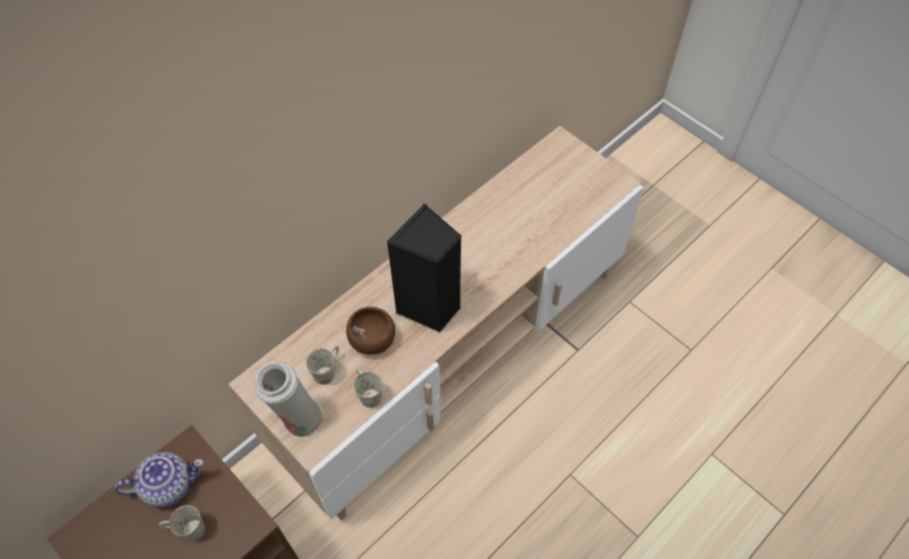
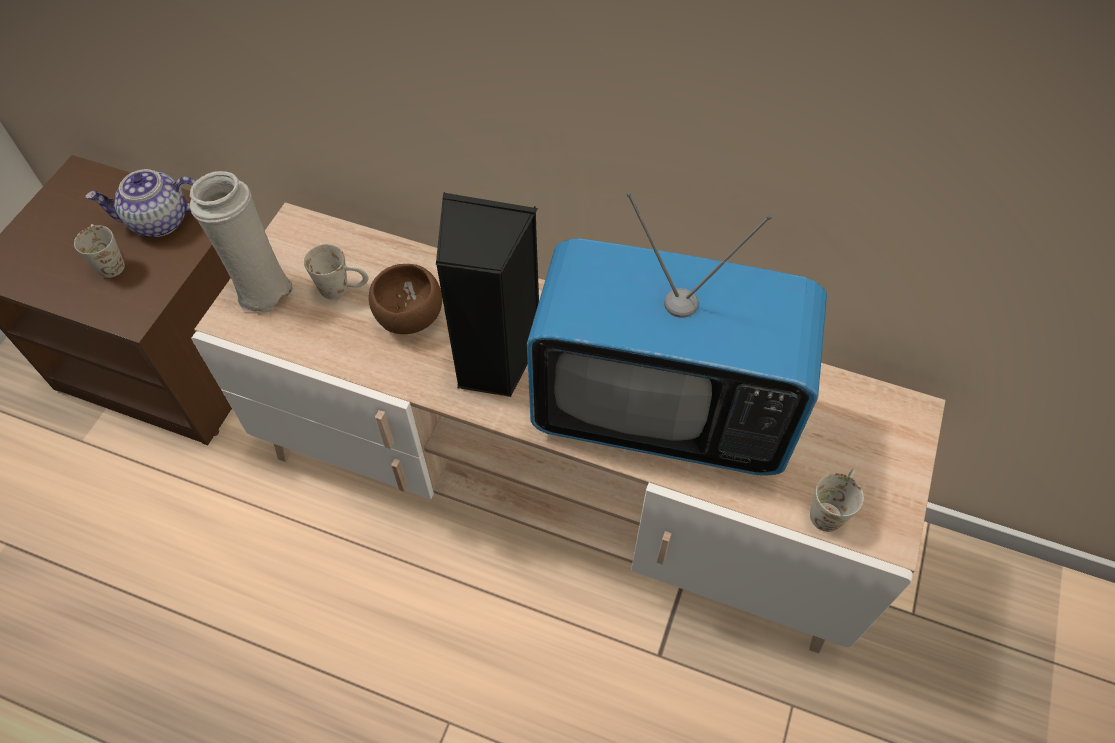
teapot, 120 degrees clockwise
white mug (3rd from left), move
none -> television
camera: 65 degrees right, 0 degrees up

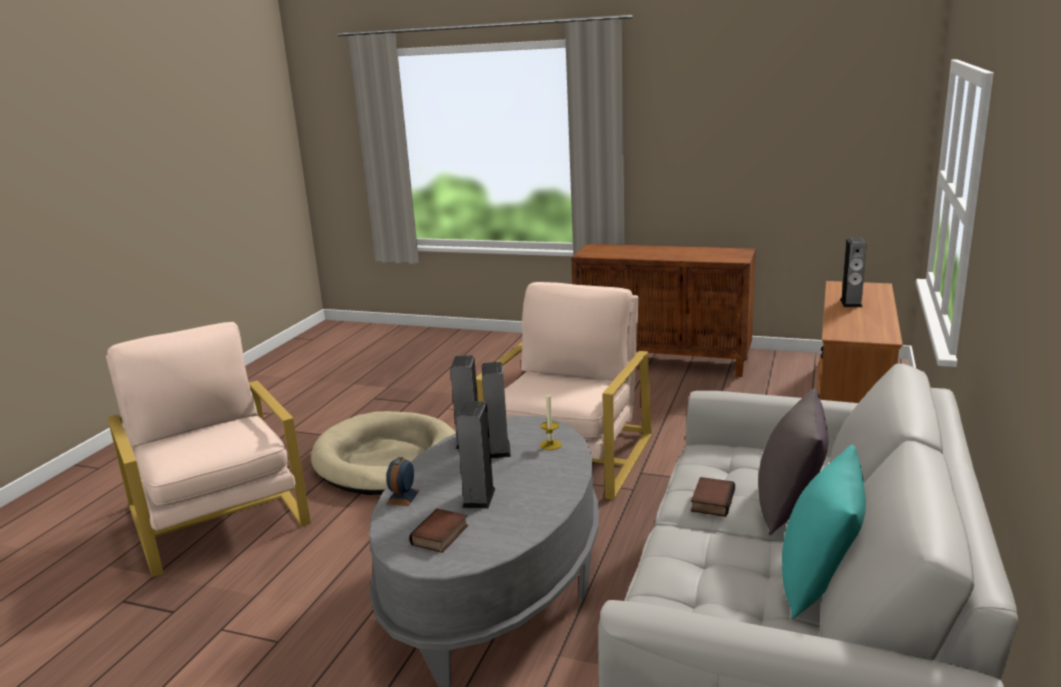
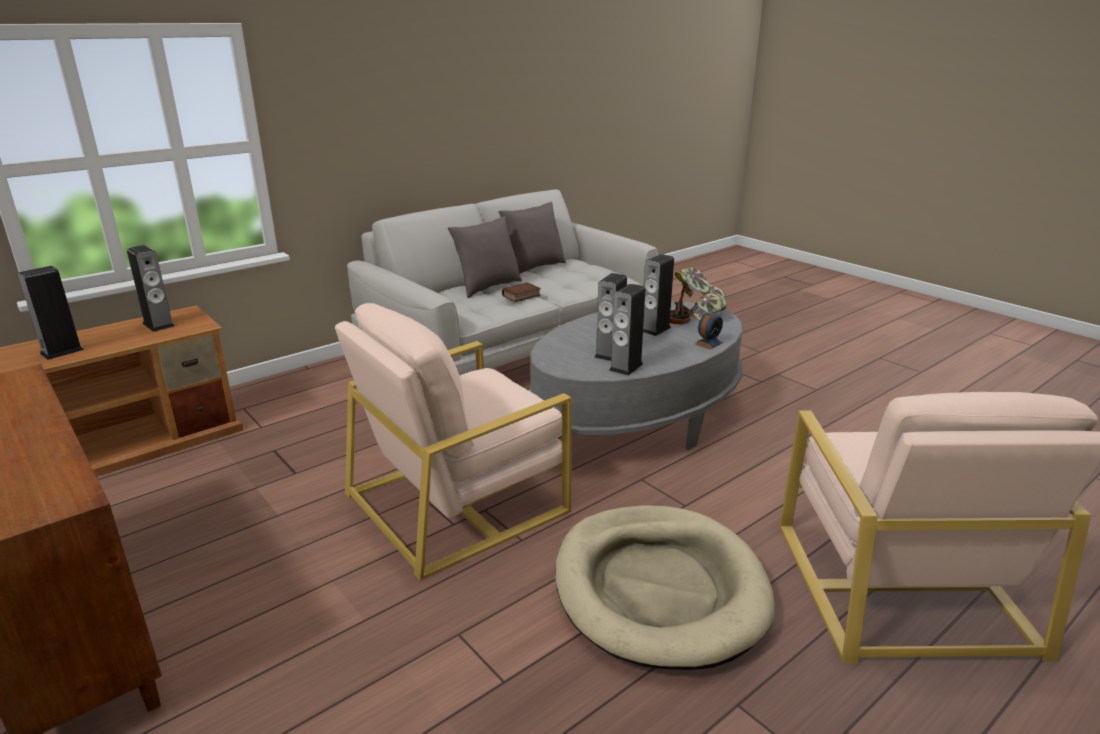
book (1st from left) -> potted plant
candle -> none
turquoise pillow -> grey pillow (2nd from left)
none -> speaker (2nd from left)
camera: 150 degrees left, 5 degrees up

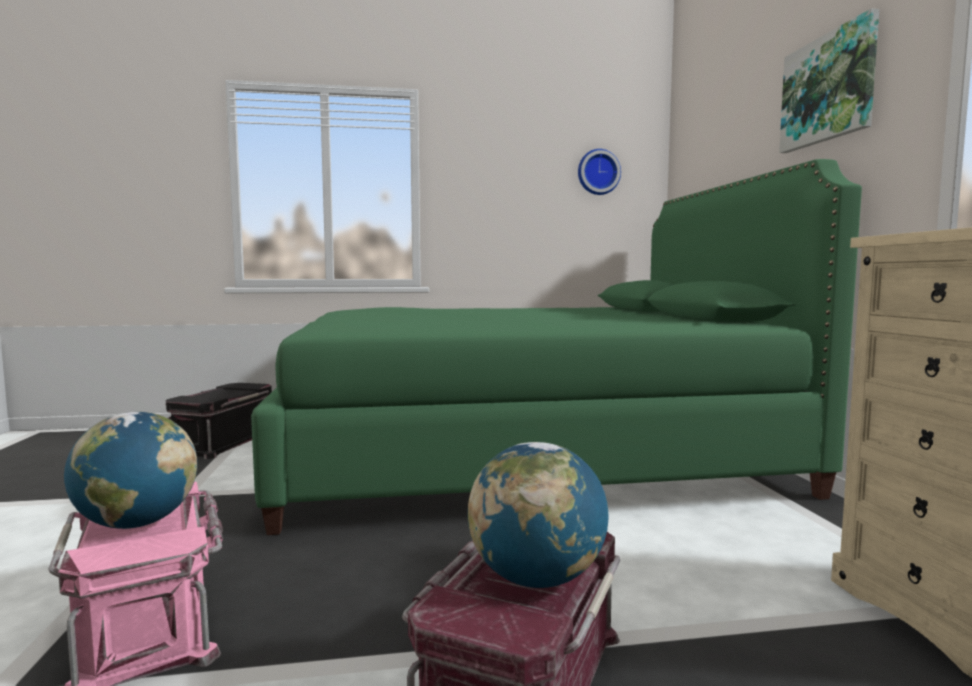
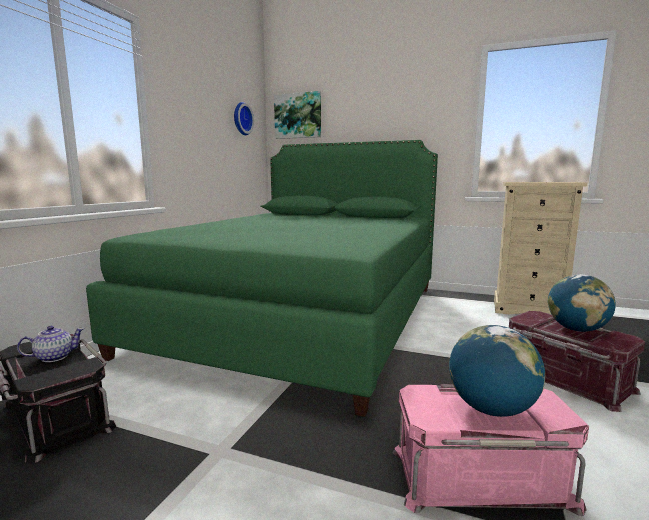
picture, move
none -> teapot
camera: 60 degrees left, 5 degrees up

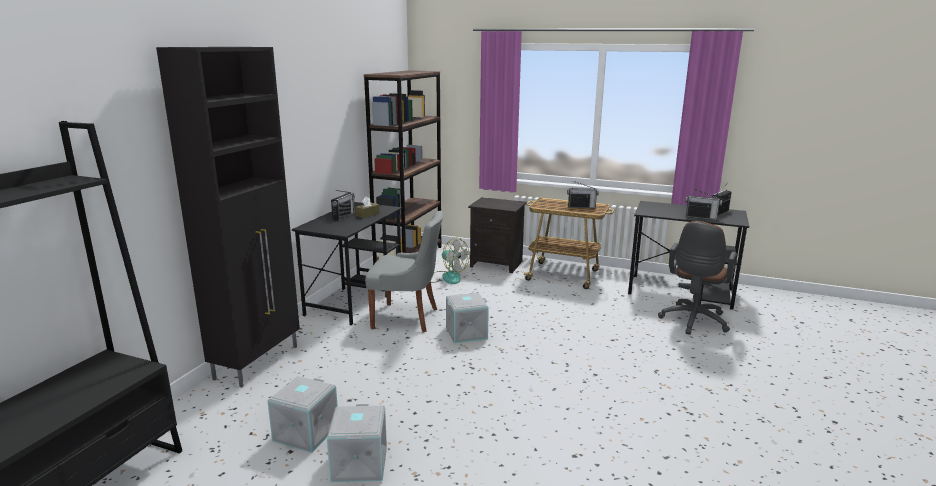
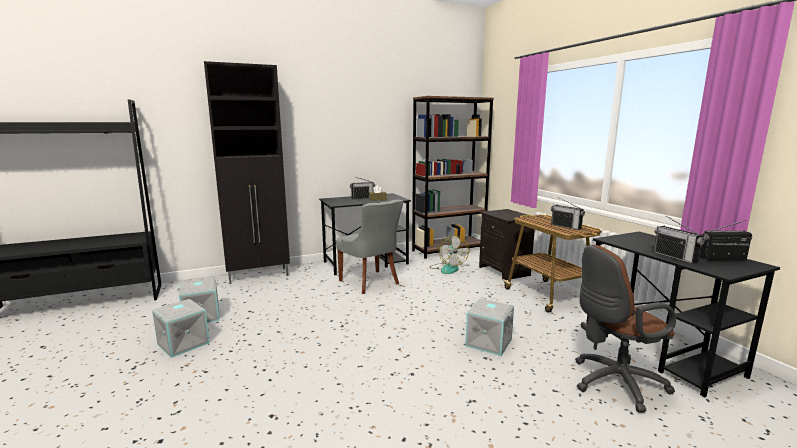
grey storage box (3rd from left), move
camera: 45 degrees right, 5 degrees down

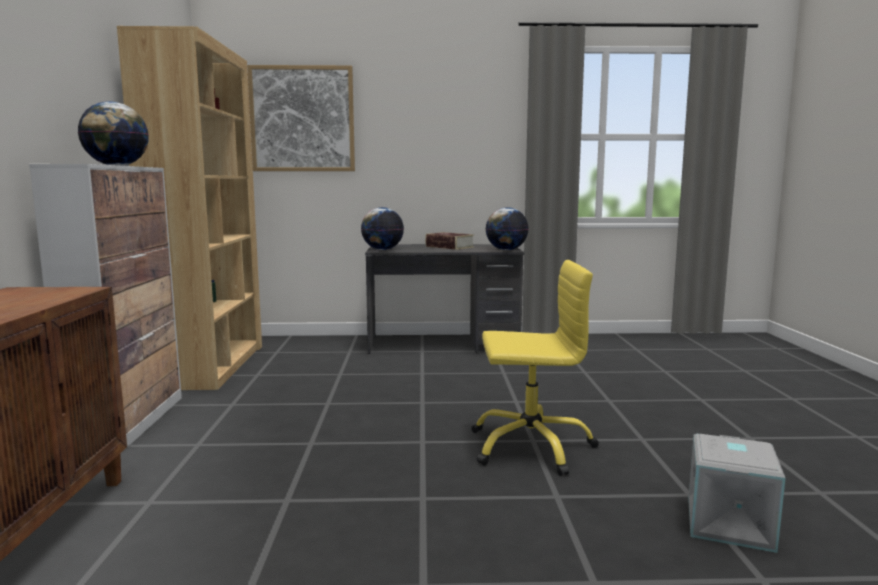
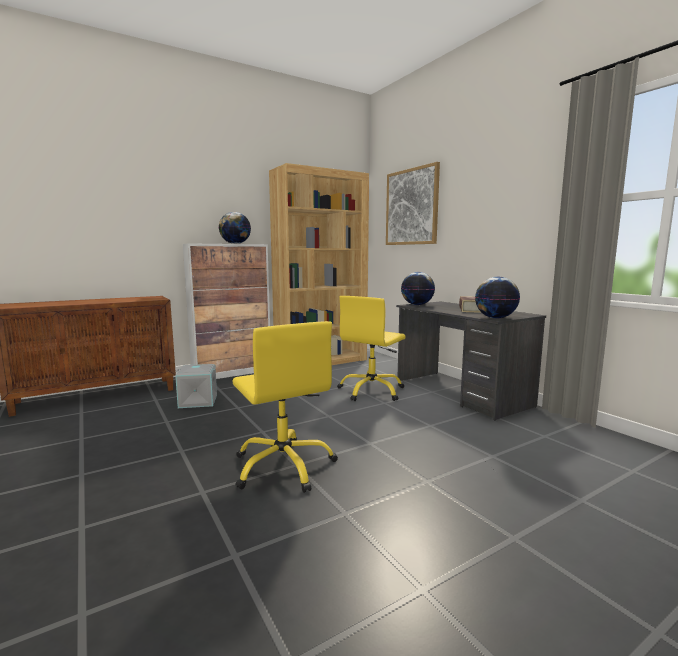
grey storage box, move
none -> yellow office chair (2nd from left)
camera: 60 degrees right, 0 degrees up

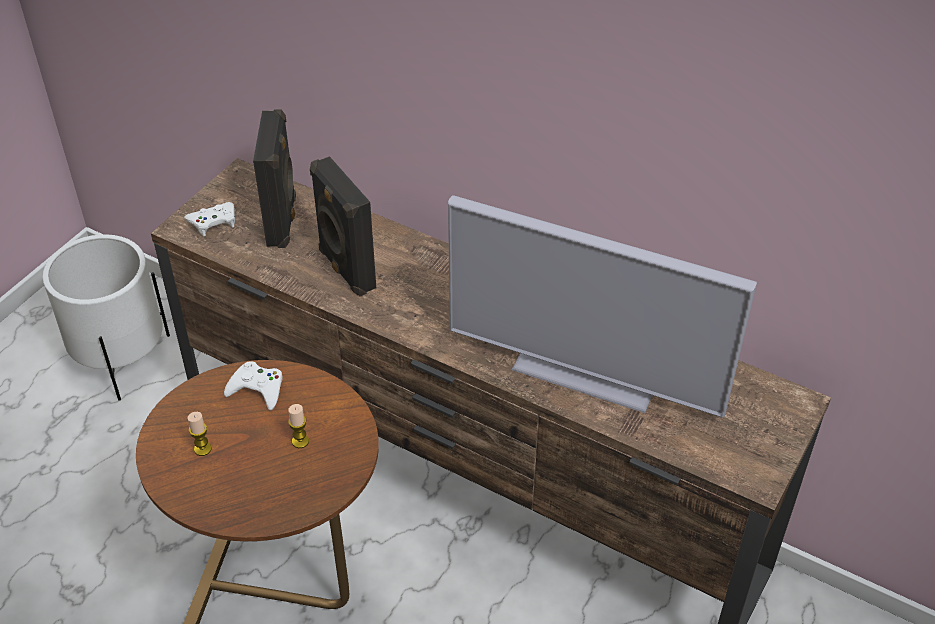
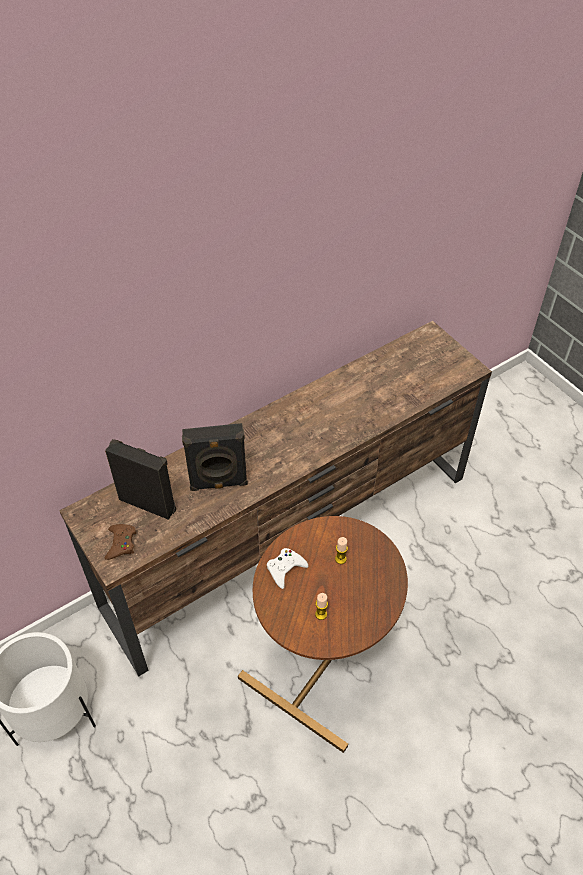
white game controller (1st from left) -> brown game controller
television -> none
camera: 65 degrees left, 5 degrees up

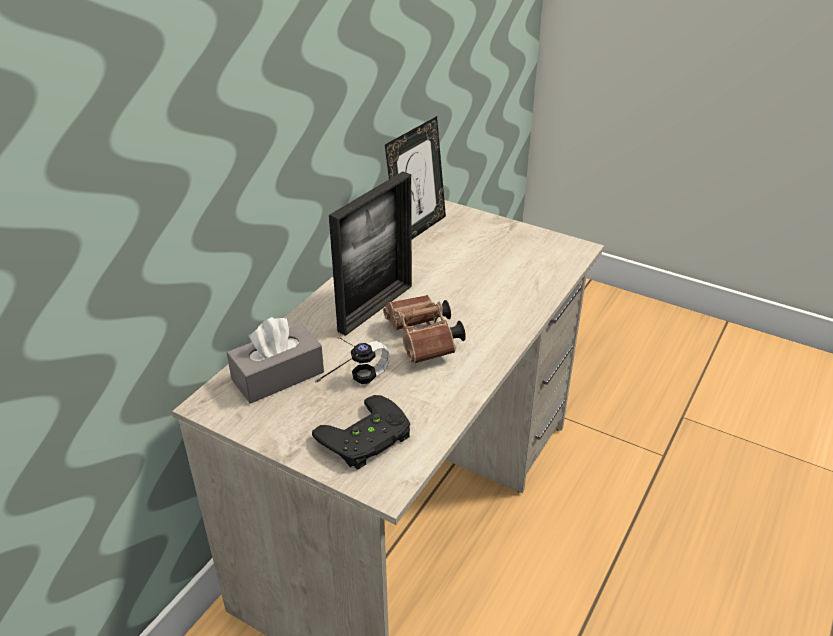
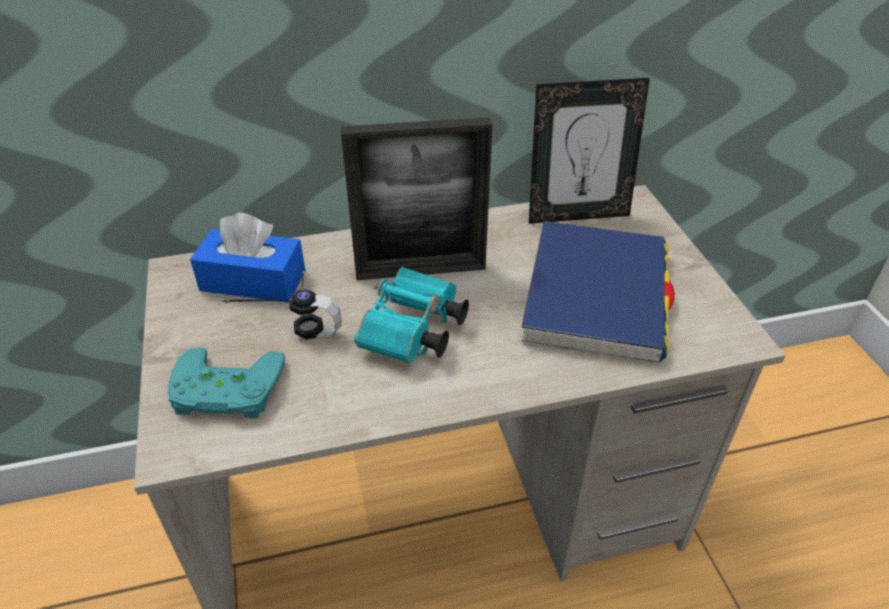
grey tissue box -> blue tissue box
black game controller -> turquoise game controller
brown binoculars -> turquoise binoculars
none -> blue book
camera: 45 degrees right, 5 degrees up

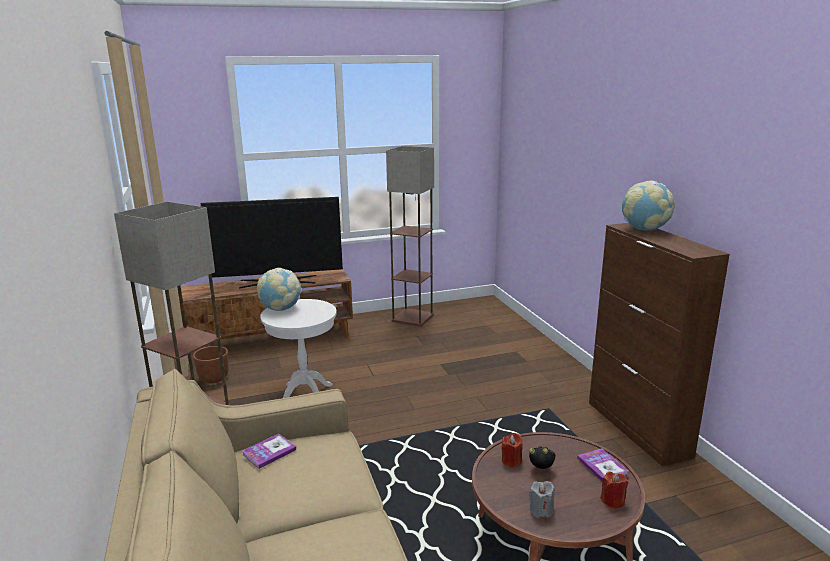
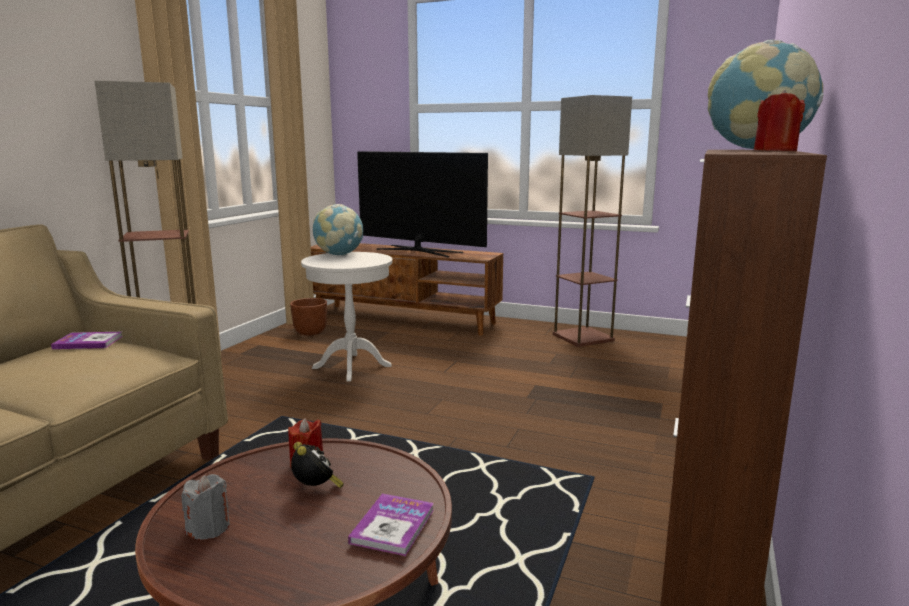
red candle (2nd from left), move
camera: 40 degrees right, 5 degrees down

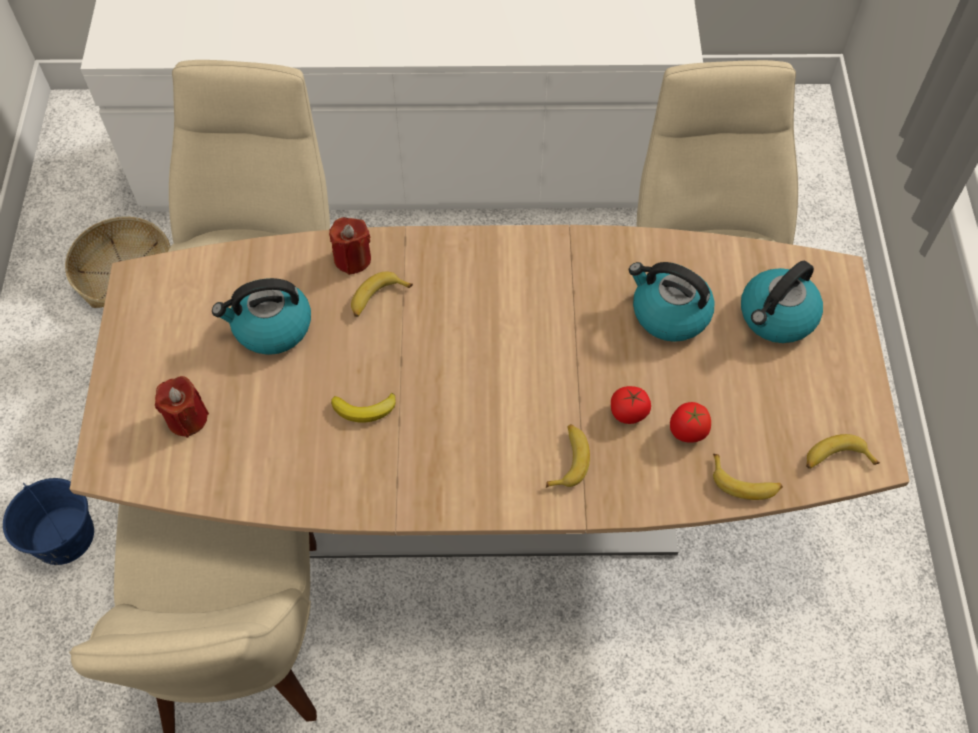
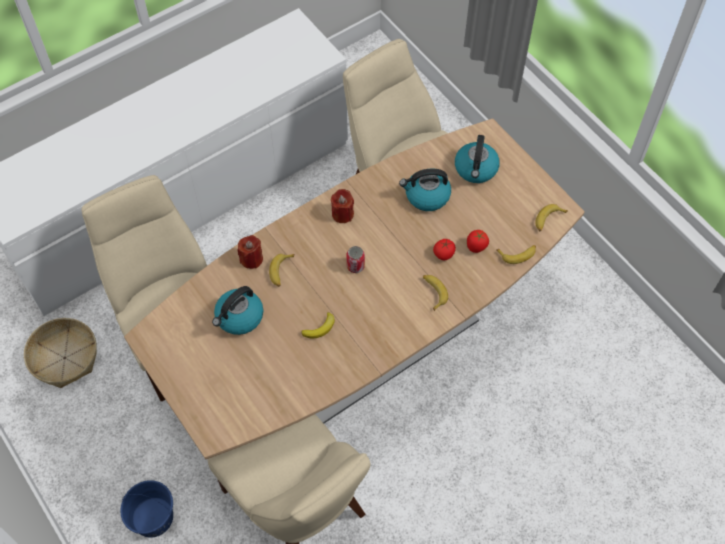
red candle (1st from left in the first image) -> red candle (2nd from left), move
none -> can
camera: 35 degrees left, 0 degrees up

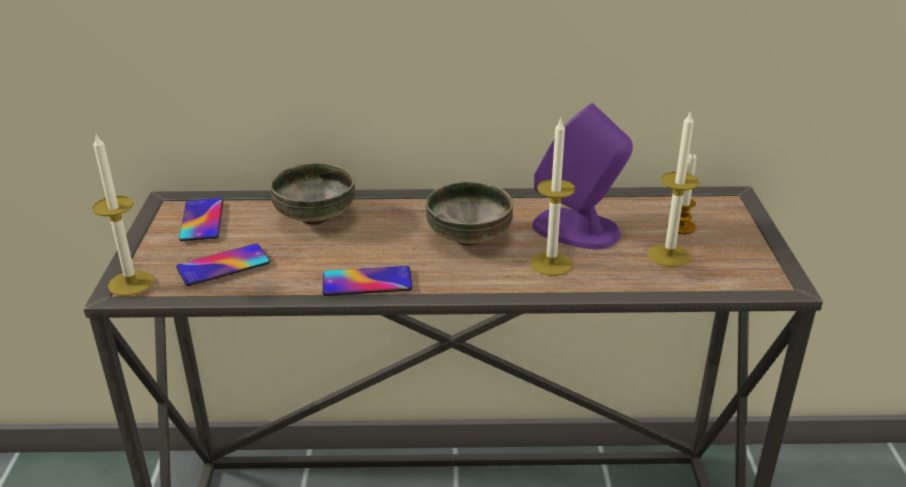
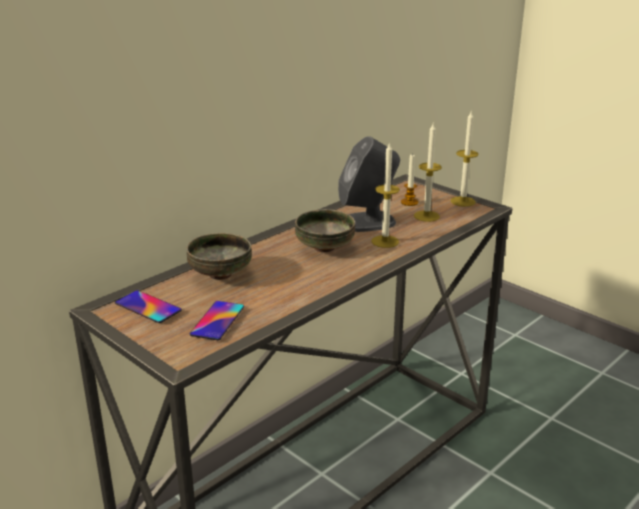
candle (1st from left in the first image) -> candle (4th from left), move
phone (3rd from left) -> none
purple speaker -> grey speaker
camera: 45 degrees left, 5 degrees down

